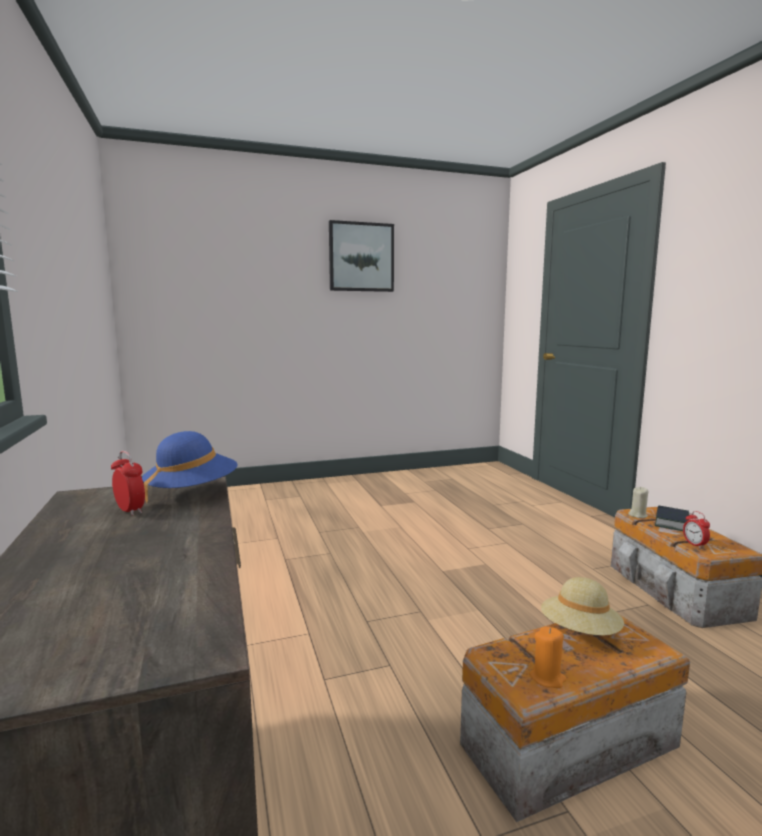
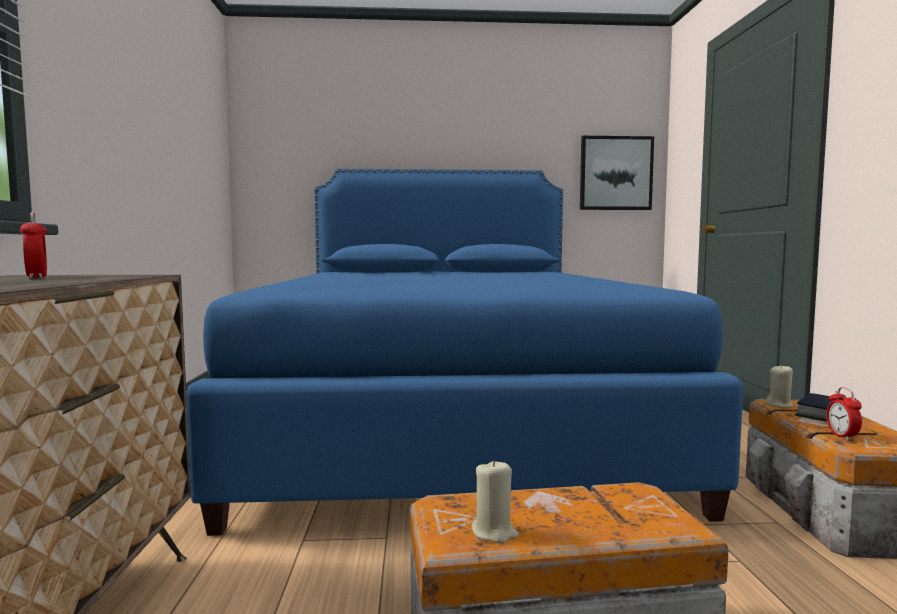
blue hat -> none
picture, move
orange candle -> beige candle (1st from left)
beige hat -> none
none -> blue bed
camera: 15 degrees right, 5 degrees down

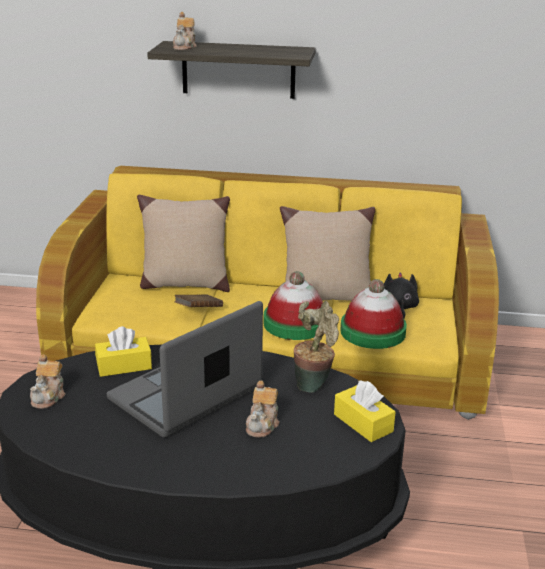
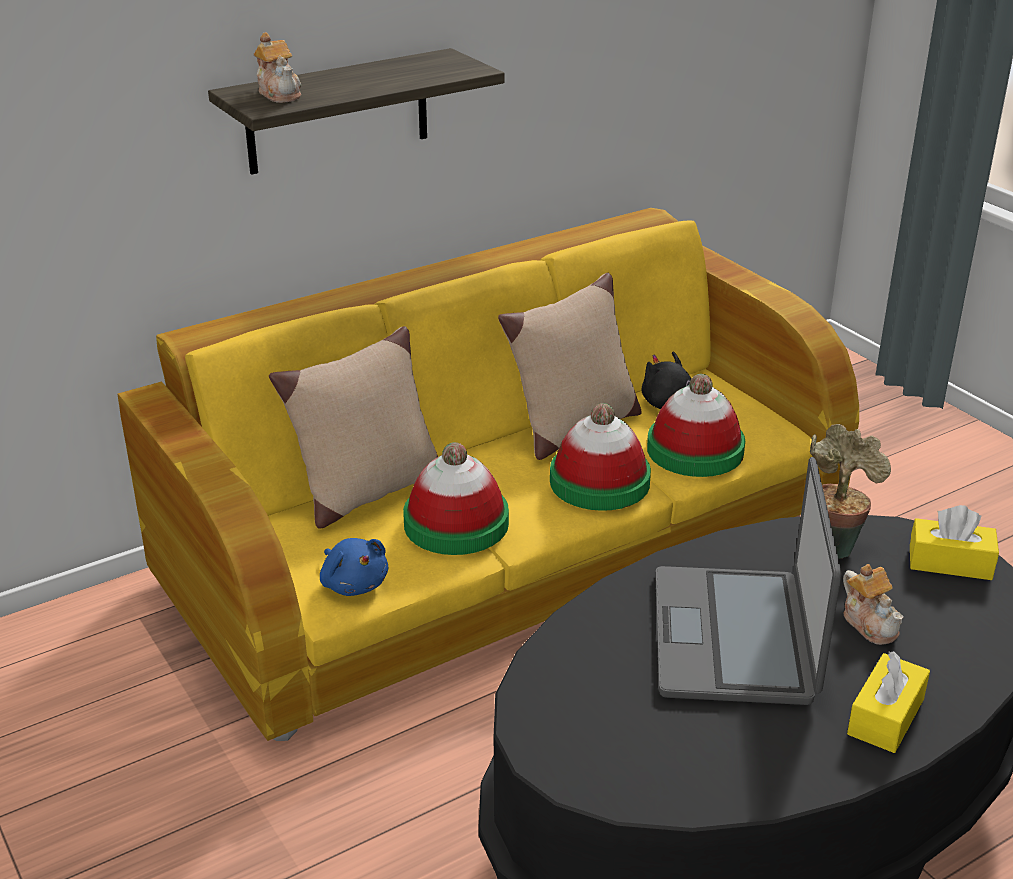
teapot (1st from left) -> none
yellow tissue box (1st from left), move
brown book -> hat (1st from left)
none -> blue plush toy
camera: 40 degrees left, 5 degrees up

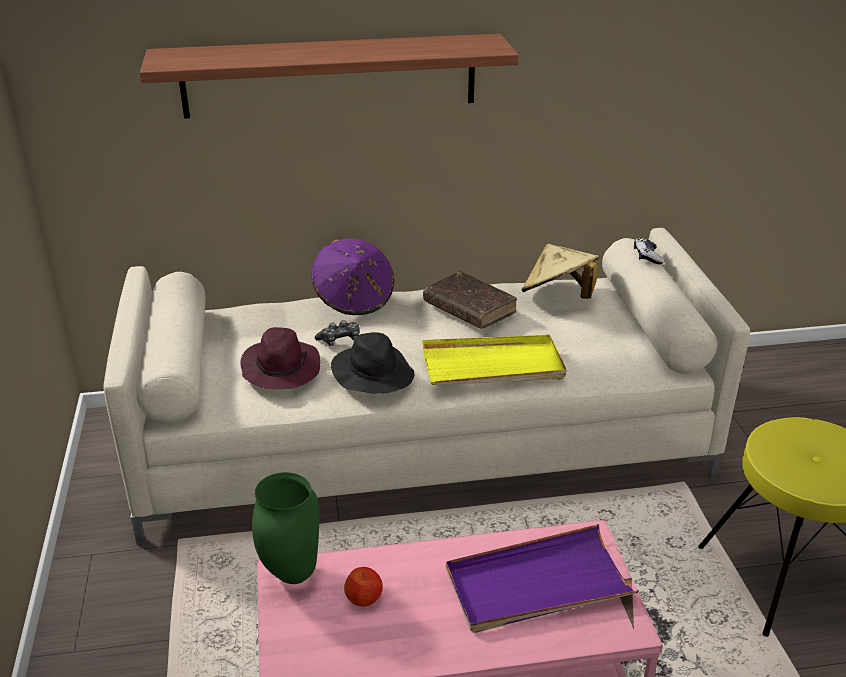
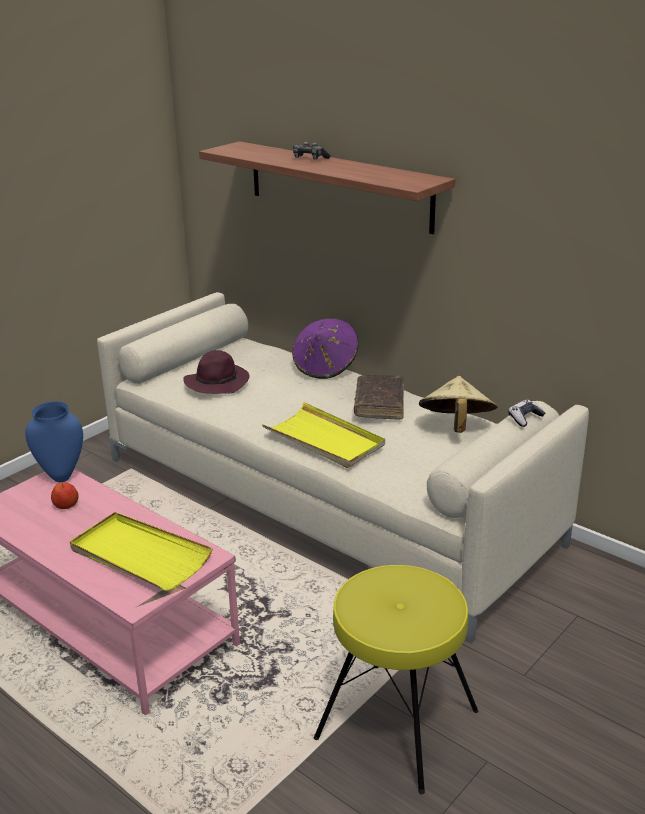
green vase -> blue vase
game controller (1st from left), move
black hat -> none
purple tray -> yellow tray (1st from left)
camera: 50 degrees right, 5 degrees down

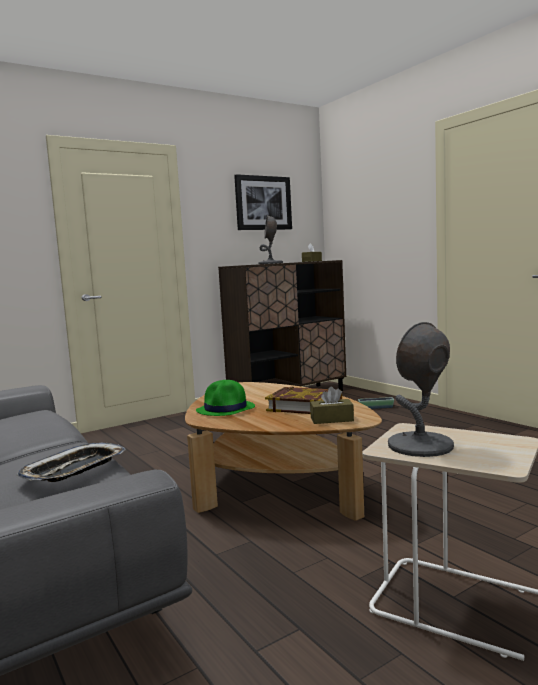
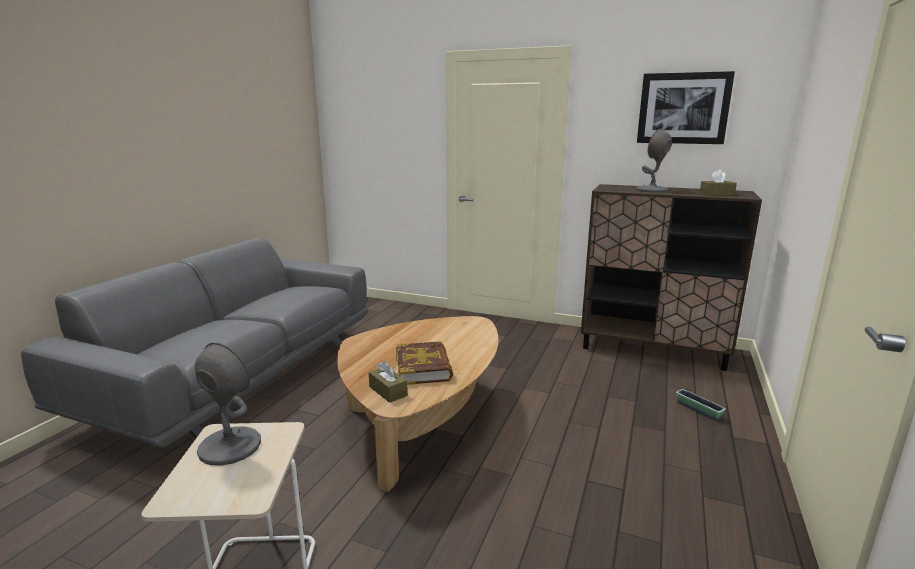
tray -> none
green hat -> none
camera: 55 degrees right, 10 degrees up

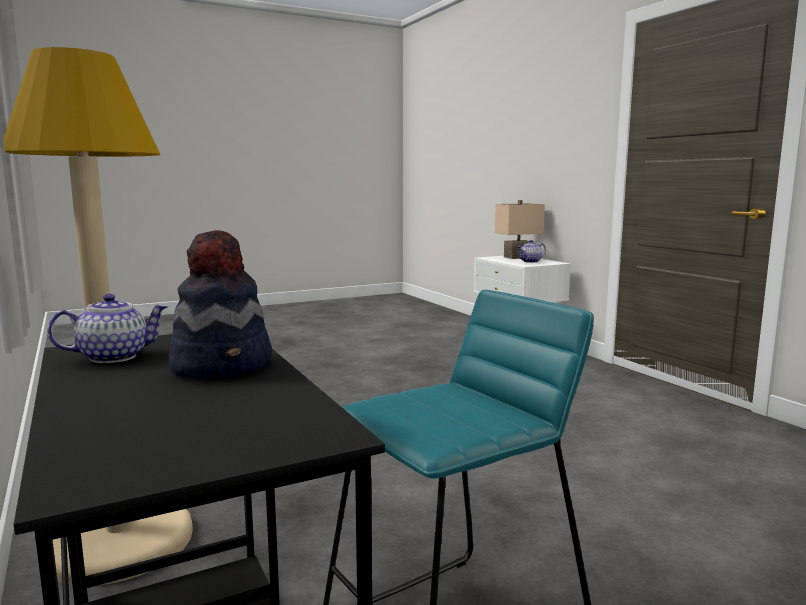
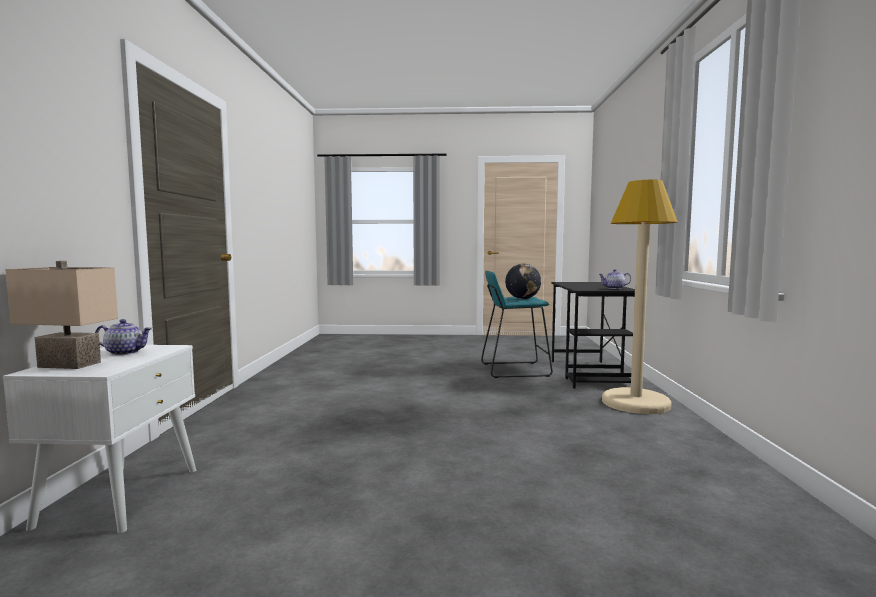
hat -> none
none -> globe
camera: 150 degrees left, 5 degrees down

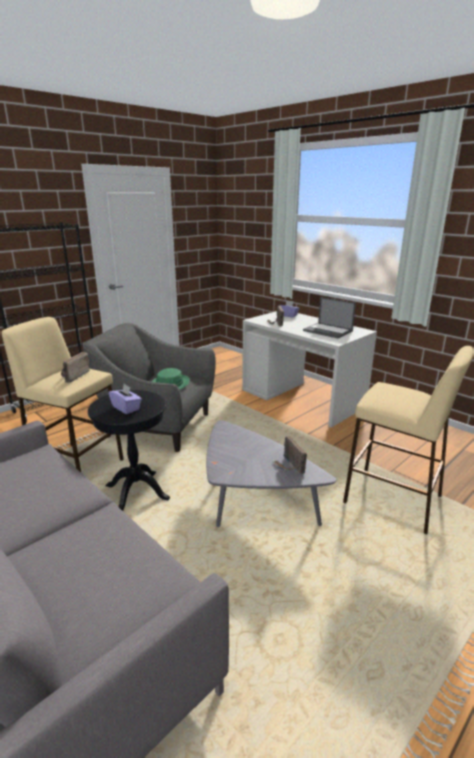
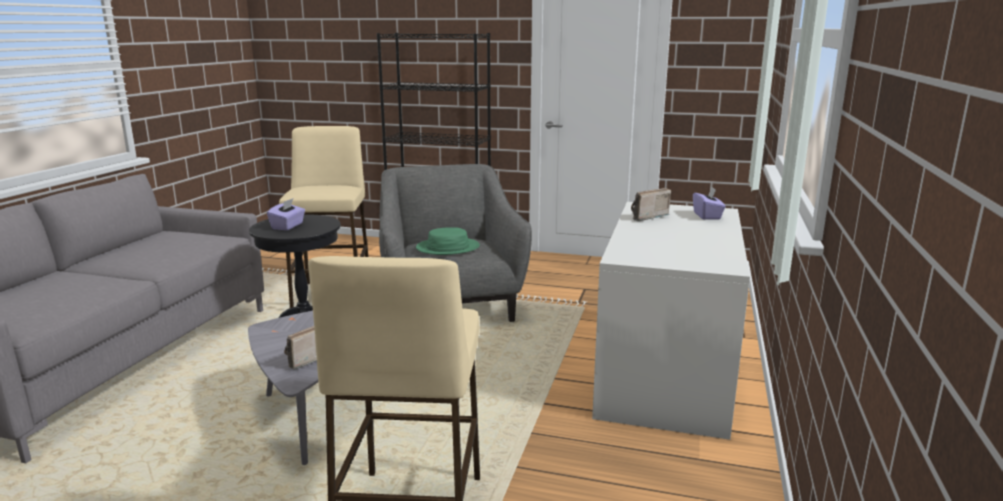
radio (1st from left) -> none
laptop -> none
camera: 60 degrees right, 5 degrees down

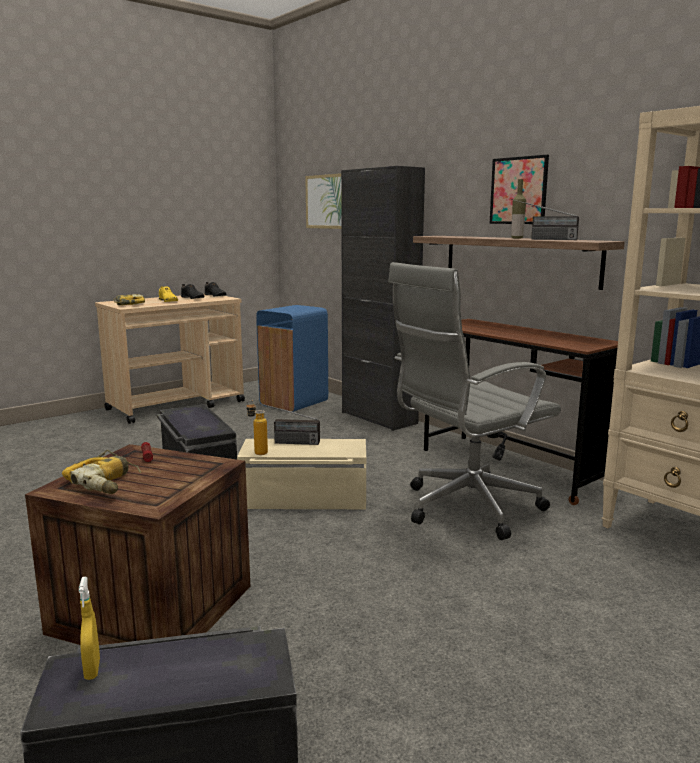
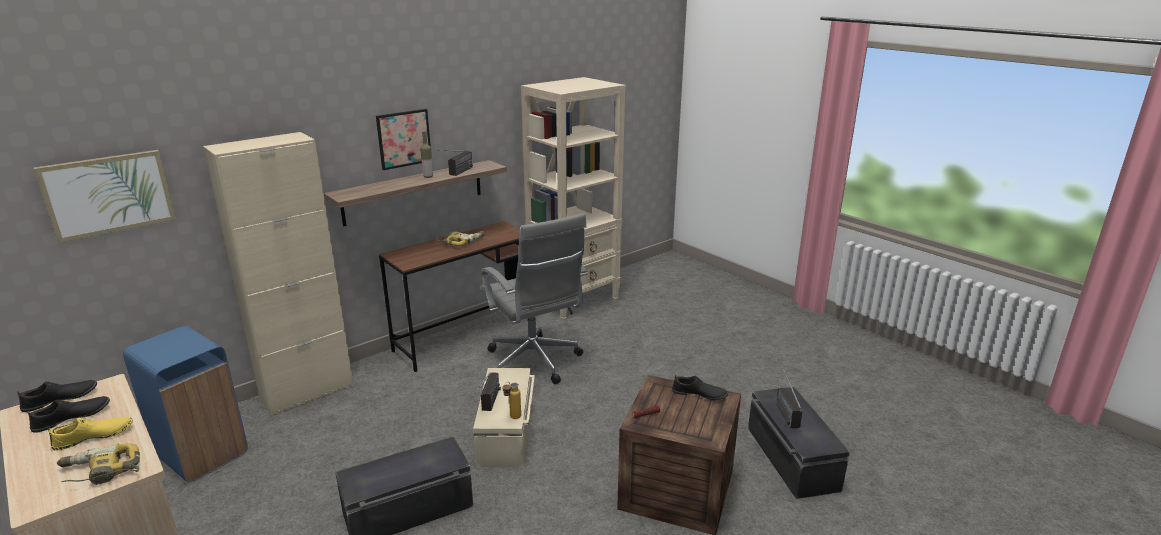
power drill (1st from left in the first image) -> power drill (2nd from left), move
yellow spray bottle -> none
black cabinet -> beige cabinet
none -> black shoe (3rd from left)
none -> radio (3rd from left)
camera: 90 degrees left, 10 degrees up

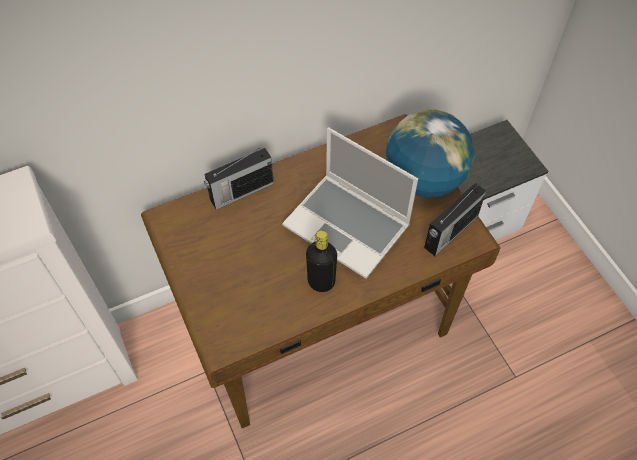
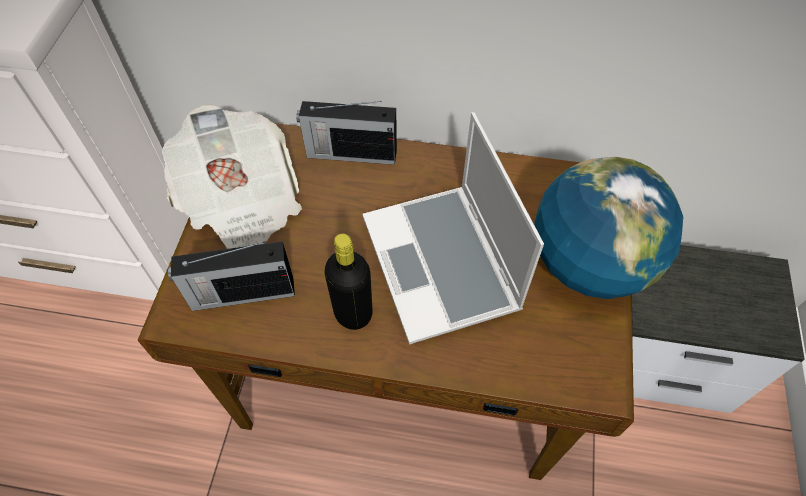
radio (2nd from left in the first image) -> radio (1st from left), move
none -> newspaper
camera: 35 degrees right, 0 degrees up

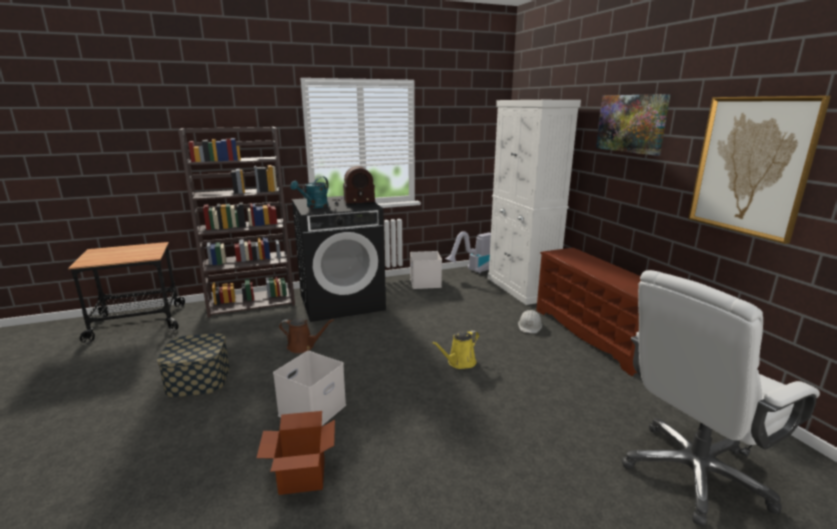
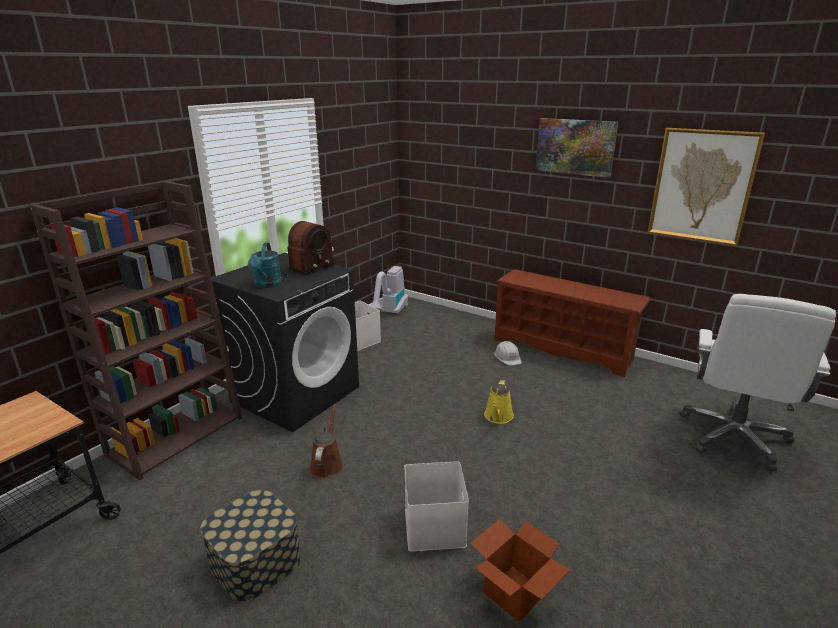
brown watering can, 60 degrees counterclockwise
white cabinet -> none
camera: 35 degrees left, 5 degrees up

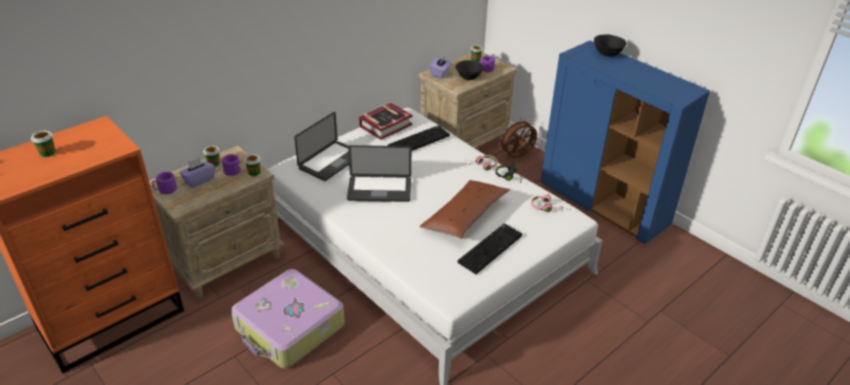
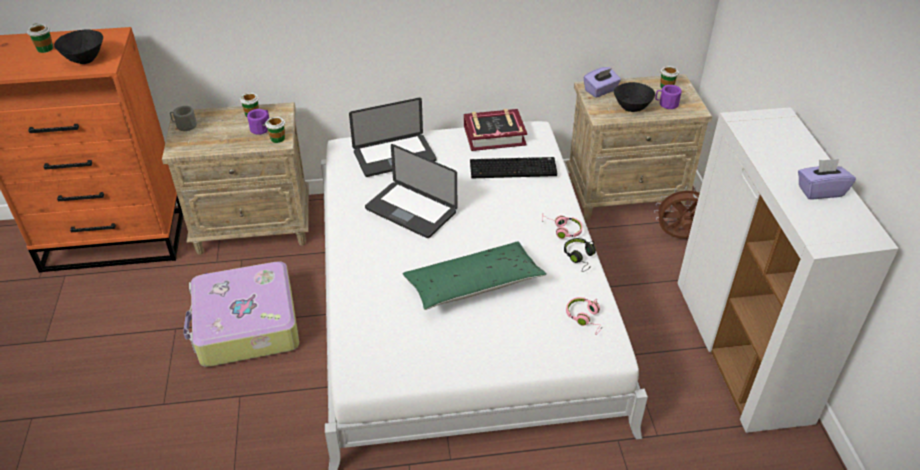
purple mug (1st from left) -> grey mug
purple tissue box (1st from left in the first image) -> purple tissue box (2nd from left), move
brown pillow -> green pillow
keyboard (2nd from left) -> none
blue cabinet -> white cabinet
black bowl (2nd from left in the first image) -> black bowl (1st from left), move
camera: 35 degrees right, 5 degrees up

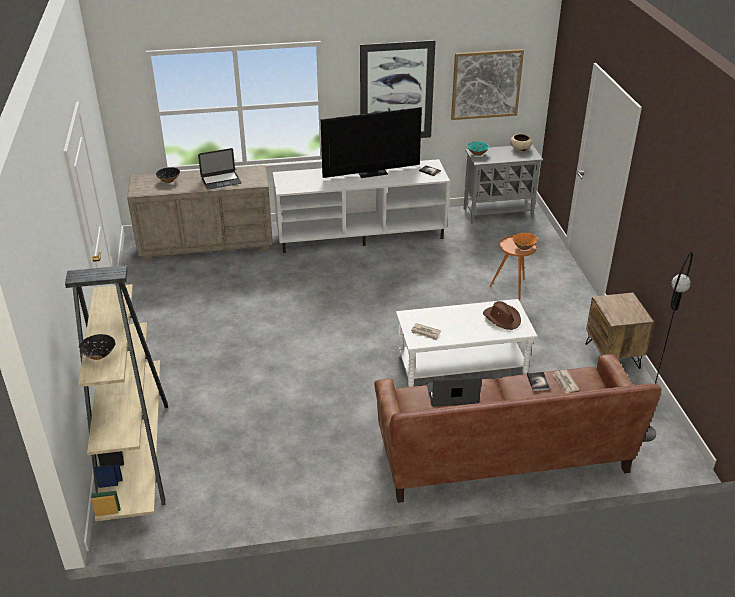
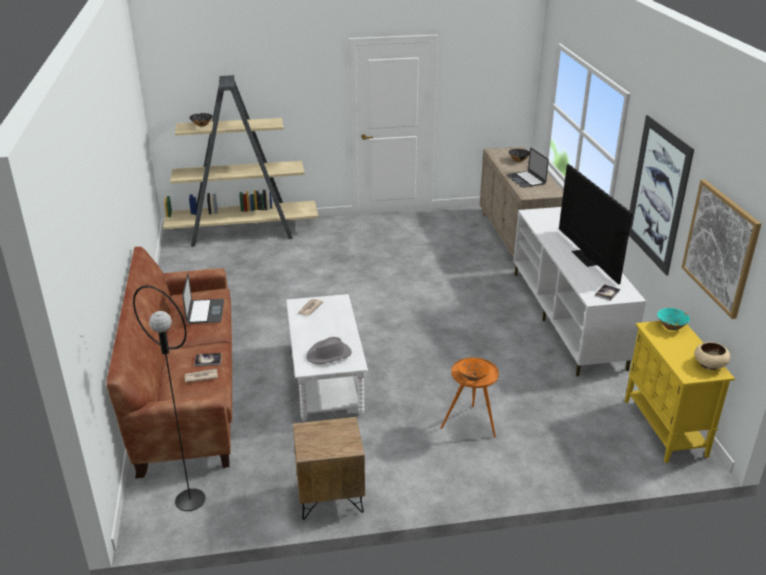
grey cabinet -> yellow cabinet
brown hat -> grey hat
camera: 90 degrees right, 5 degrees down

